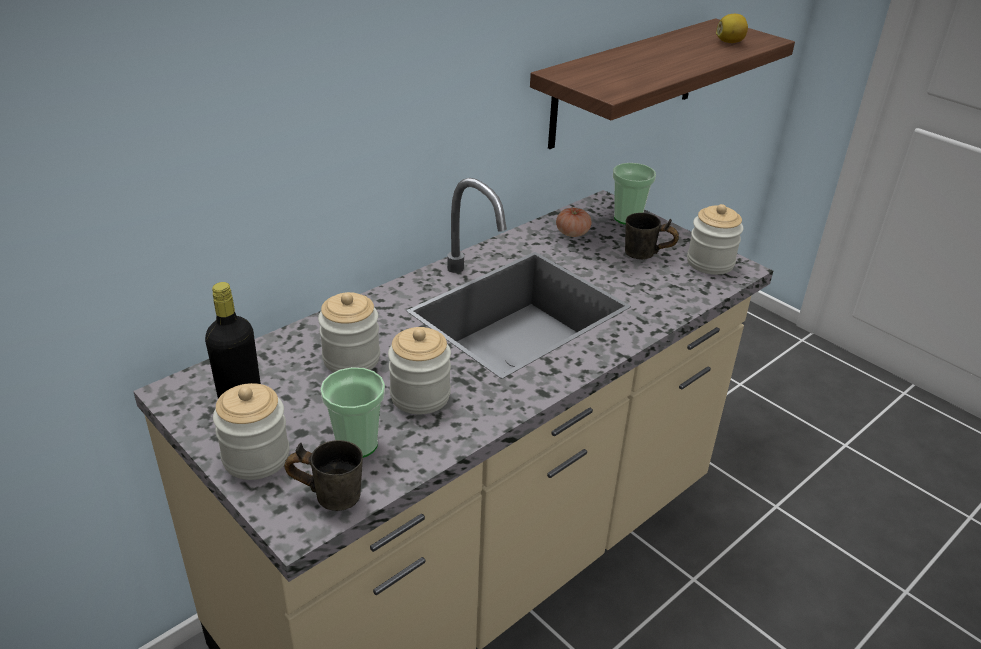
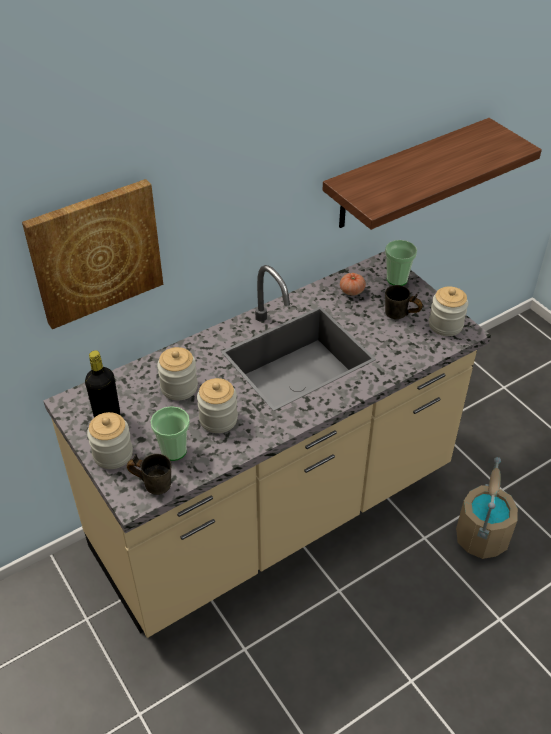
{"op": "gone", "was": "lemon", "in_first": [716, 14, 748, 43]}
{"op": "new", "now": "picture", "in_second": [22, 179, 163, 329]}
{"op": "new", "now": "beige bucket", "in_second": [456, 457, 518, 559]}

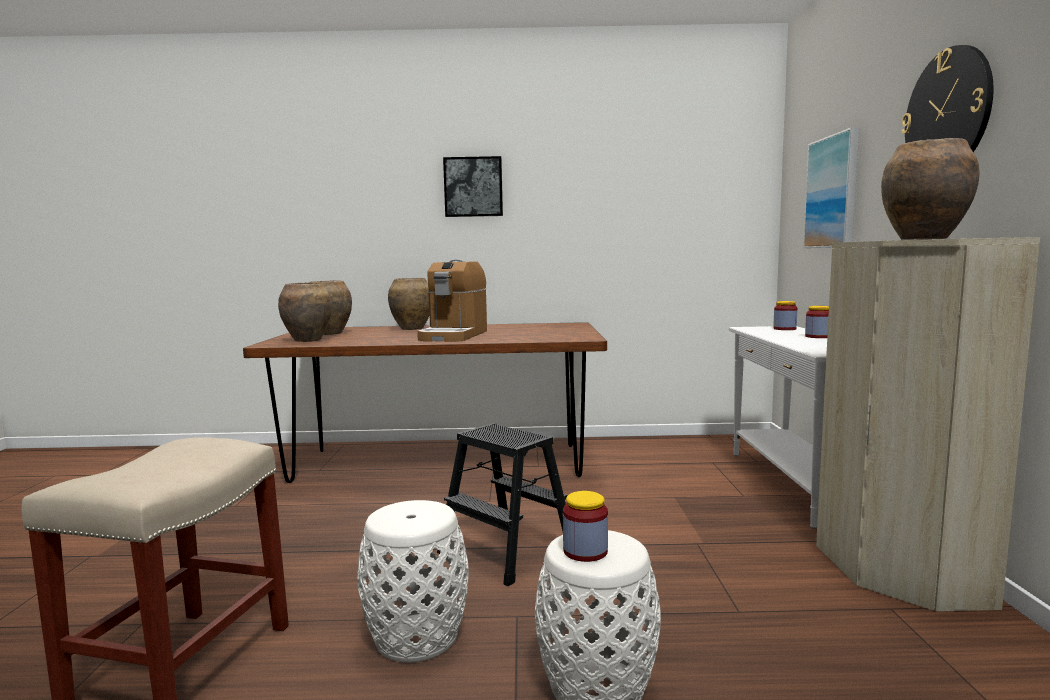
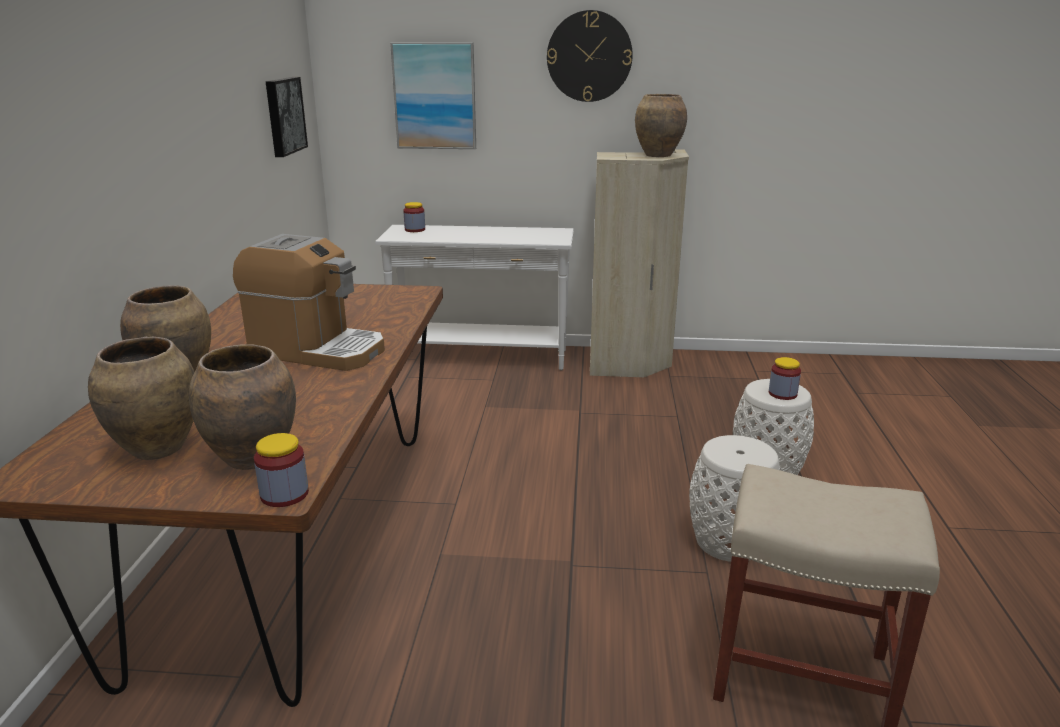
{"op": "gone", "was": "black step ladder", "in_first": [437, 423, 568, 586]}
{"op": "shifted", "was": "picture", "in_first": [443, 156, 503, 217], "in_second": [266, 77, 308, 157]}
{"op": "shifted", "was": "jar", "in_first": [805, 306, 829, 338], "in_second": [254, 433, 309, 507]}

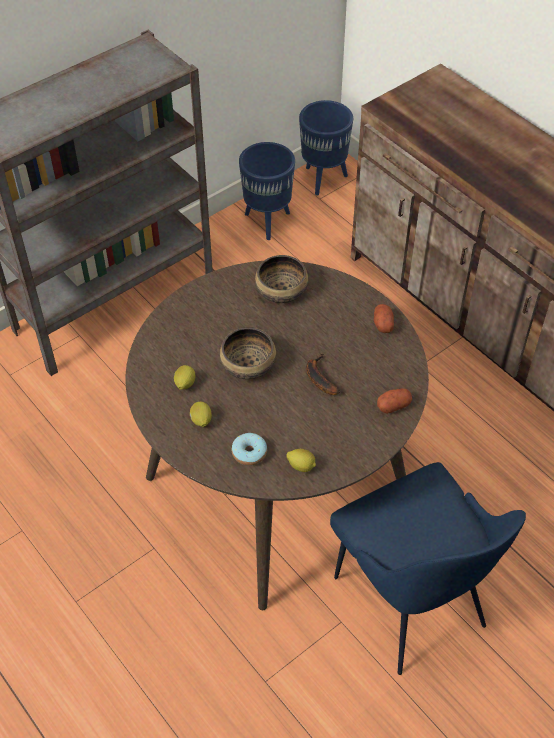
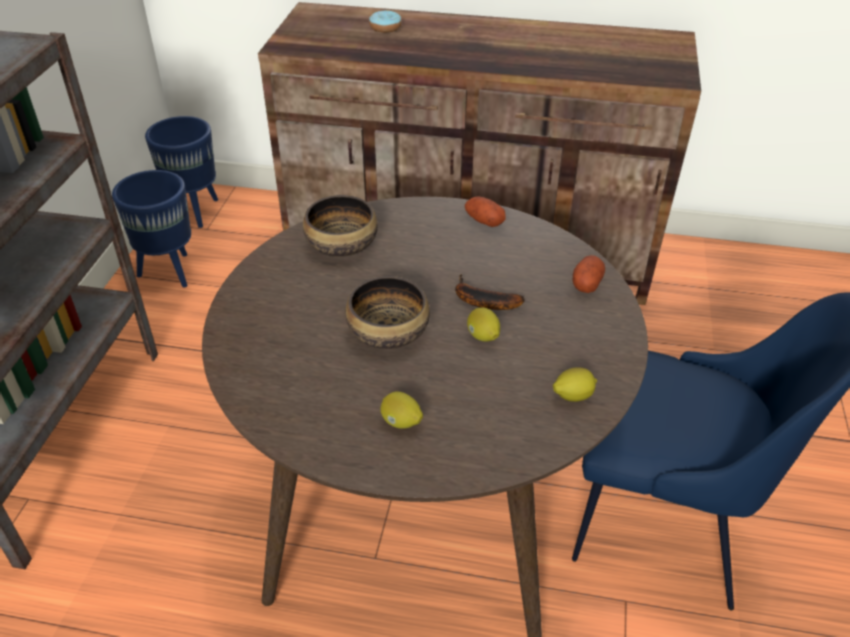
{"op": "shifted", "was": "lemon", "in_first": [174, 365, 195, 390], "in_second": [467, 307, 500, 342]}
{"op": "shifted", "was": "donut", "in_first": [232, 433, 267, 466], "in_second": [369, 10, 402, 33]}

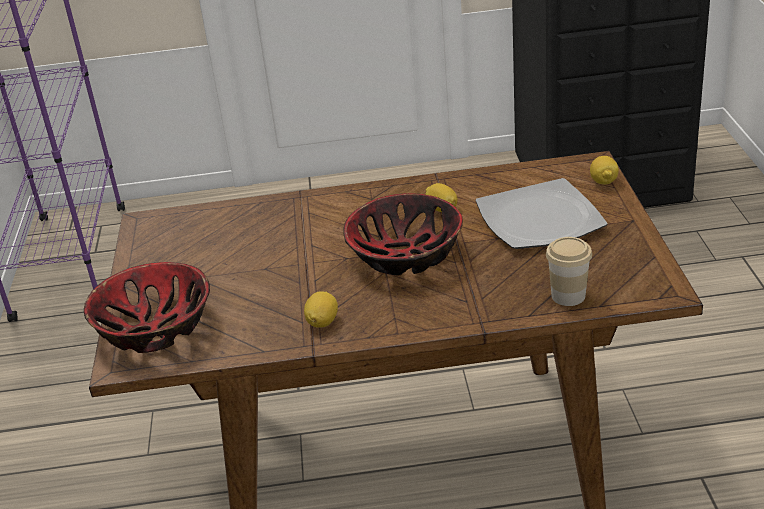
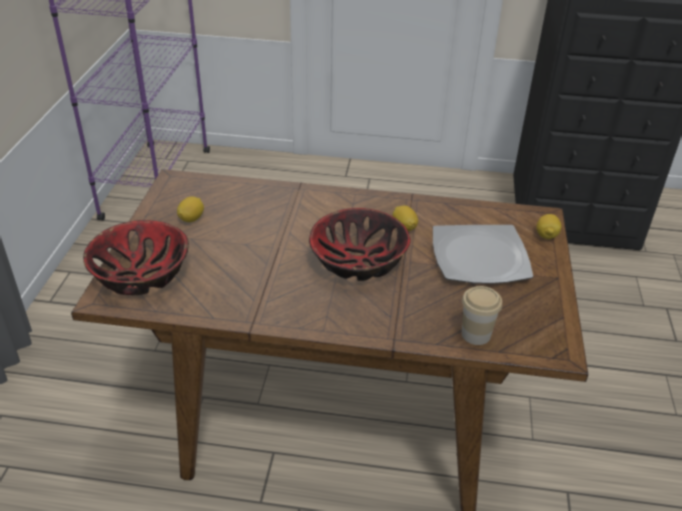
{"op": "shifted", "was": "lemon", "in_first": [304, 291, 338, 328], "in_second": [177, 196, 204, 222]}

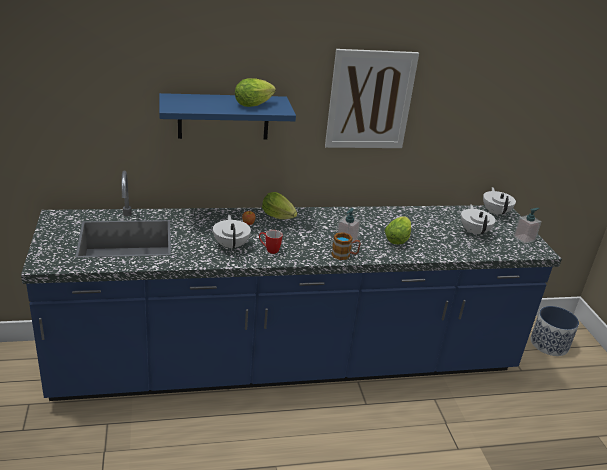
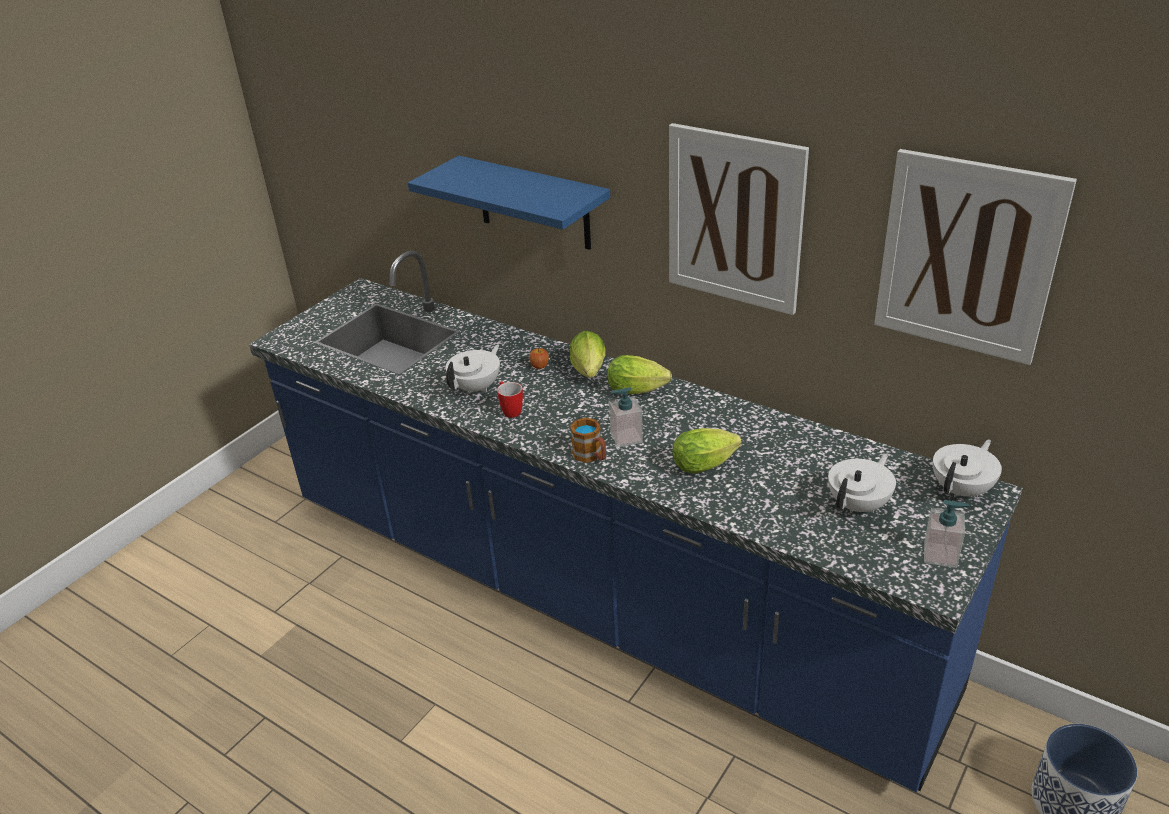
{"op": "shifted", "was": "lettuce", "in_first": [235, 78, 276, 107], "in_second": [607, 355, 672, 394]}
{"op": "new", "now": "picture", "in_second": [874, 149, 1077, 365]}

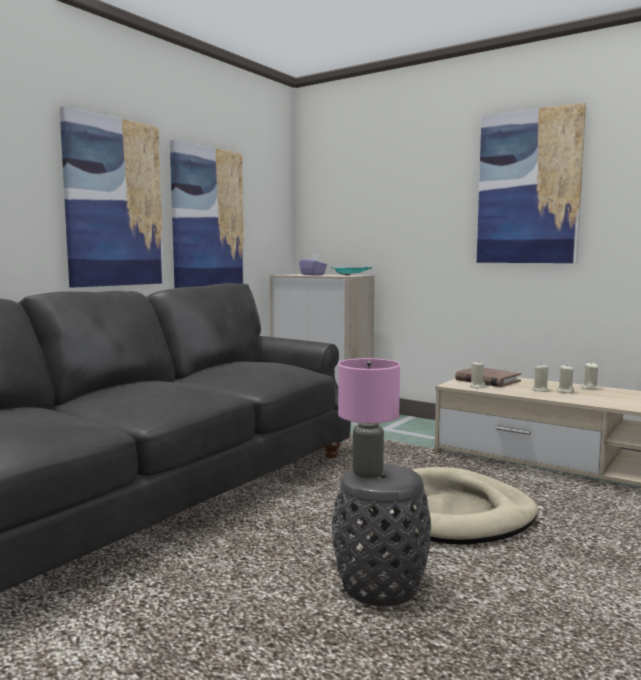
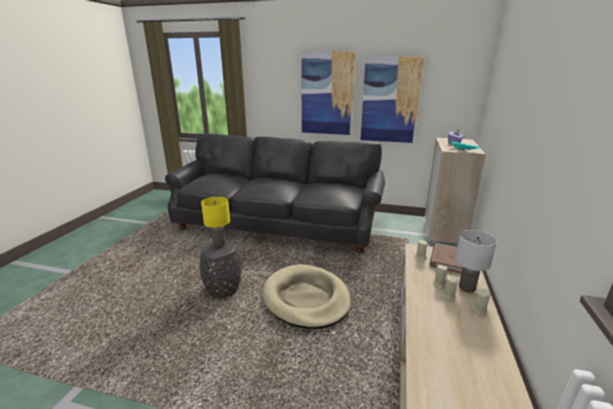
{"op": "repainted", "was": "pink table lamp", "now": "yellow table lamp", "in_first": [338, 358, 400, 478], "in_second": [201, 197, 230, 247]}
{"op": "gone", "was": "picture", "in_first": [477, 102, 586, 263]}
{"op": "new", "now": "white table lamp", "in_second": [456, 230, 497, 293]}

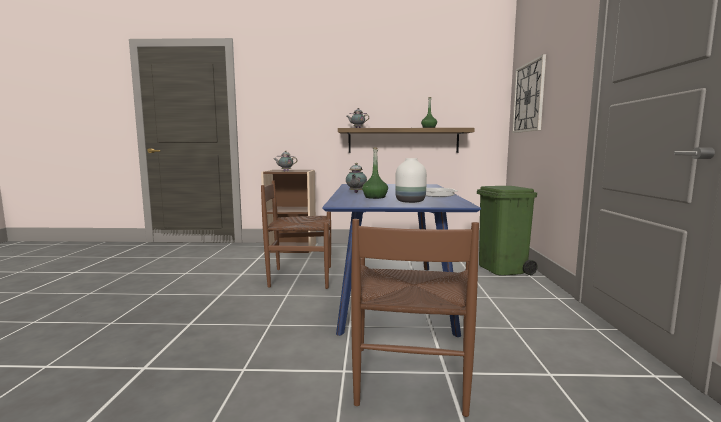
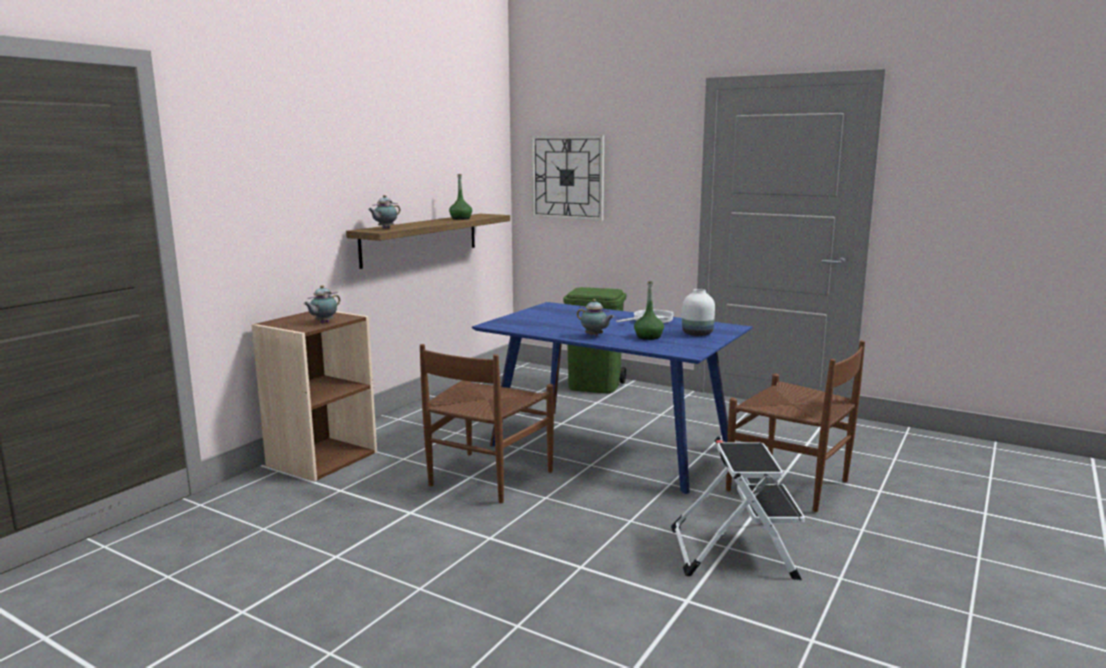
{"op": "new", "now": "step ladder", "in_second": [671, 436, 805, 580]}

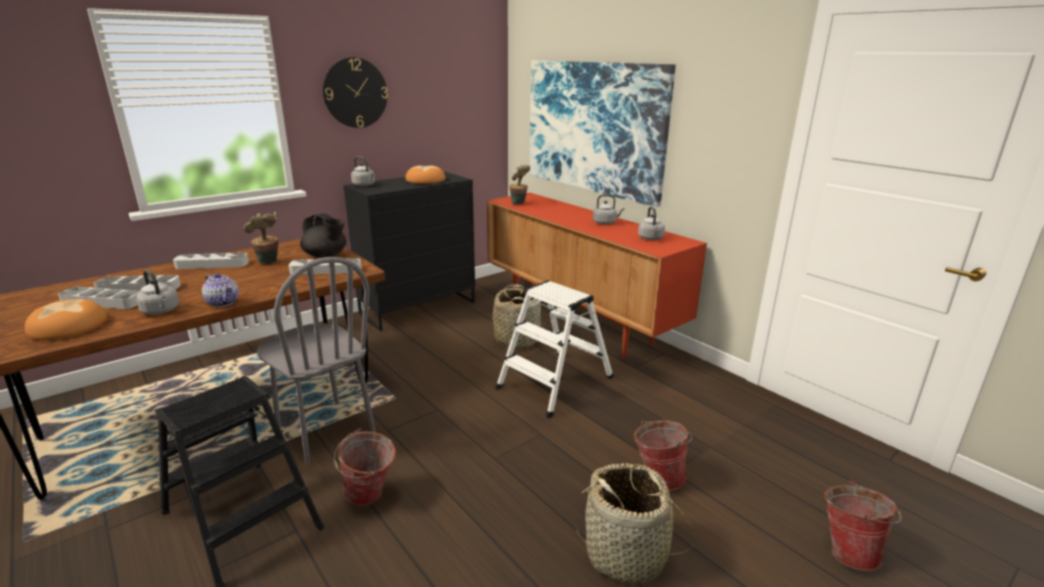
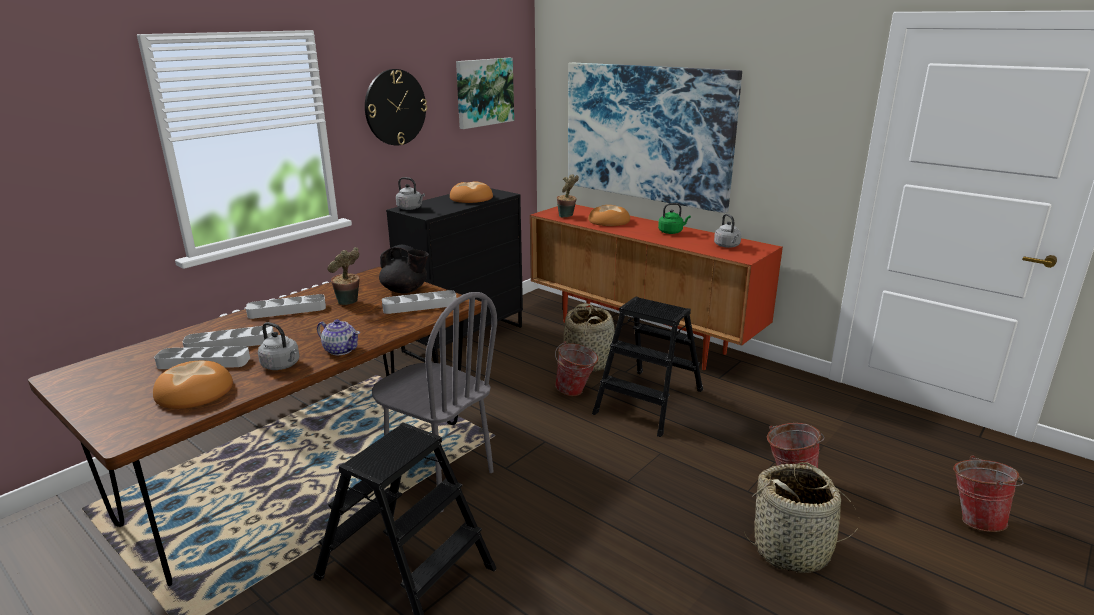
{"op": "shifted", "was": "bucket", "in_first": [334, 428, 396, 506], "in_second": [555, 341, 598, 396]}
{"op": "repainted", "was": "white step ladder", "now": "black step ladder", "in_first": [495, 280, 614, 418], "in_second": [592, 296, 703, 437]}
{"op": "repainted", "was": "grey kettle", "now": "green kettle", "in_first": [593, 194, 625, 225], "in_second": [658, 203, 691, 234]}
{"op": "new", "now": "picture", "in_second": [456, 58, 514, 129]}
{"op": "new", "now": "bread", "in_second": [588, 205, 630, 226]}

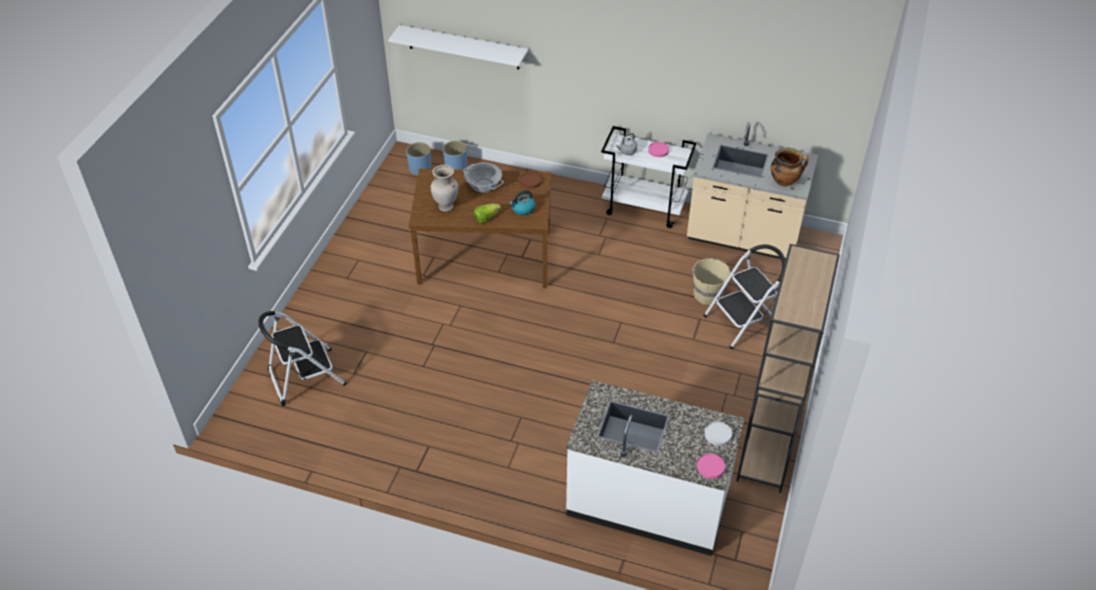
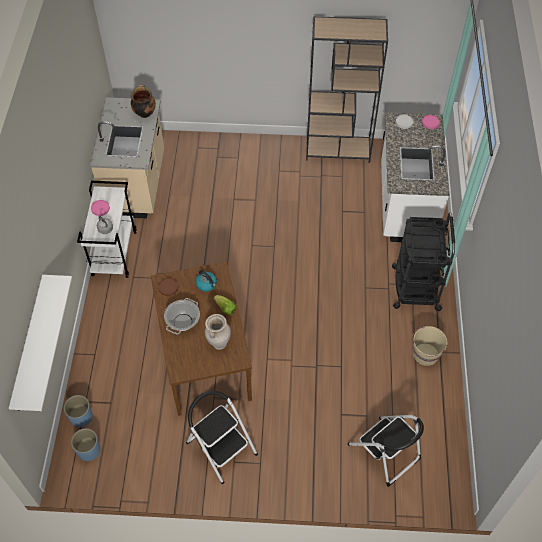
{"op": "shifted", "was": "beige bucket", "in_first": [692, 258, 731, 305], "in_second": [412, 326, 447, 366]}
{"op": "shifted", "was": "step ladder", "in_first": [703, 245, 786, 349], "in_second": [186, 391, 258, 484]}
{"op": "new", "now": "black cart", "in_second": [392, 212, 455, 311]}

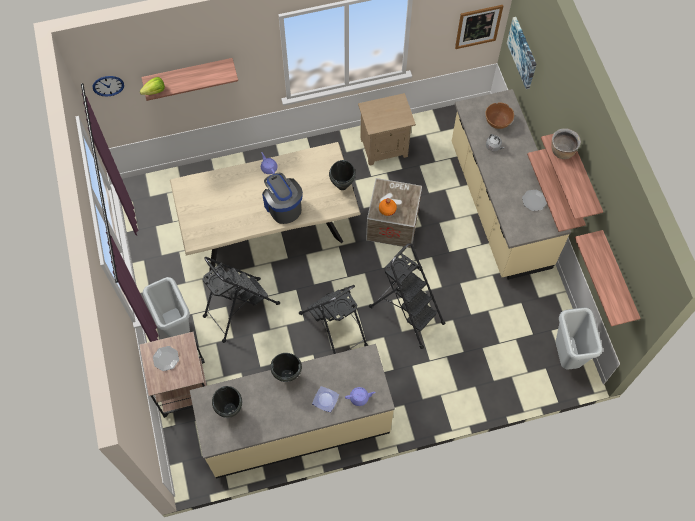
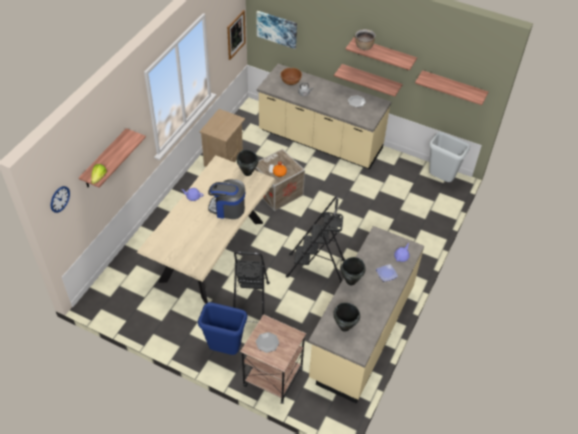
{"op": "repainted", "was": "grey trash can", "now": "blue trash can", "in_first": [143, 277, 190, 337], "in_second": [198, 302, 247, 355]}
{"op": "gone", "was": "step ladder", "in_first": [369, 243, 445, 349]}

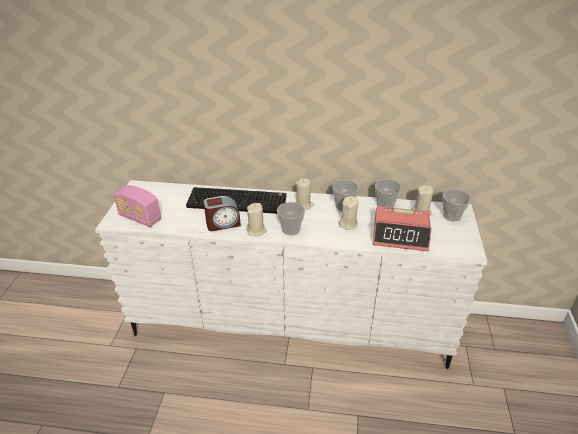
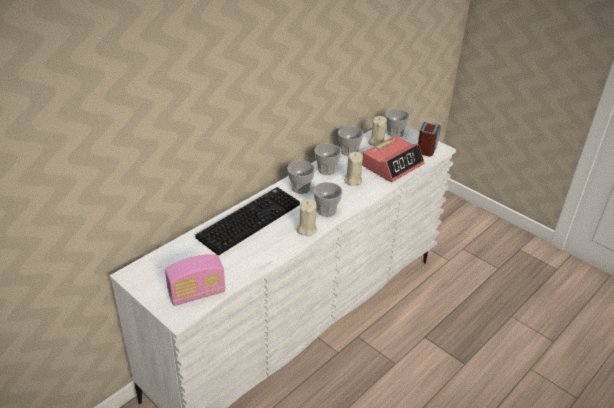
{"op": "shifted", "was": "alarm clock", "in_first": [203, 196, 241, 231], "in_second": [418, 122, 441, 156]}
{"op": "swapped", "was": "beige candle", "now": "cup", "in_first": [295, 178, 314, 210], "in_second": [287, 161, 315, 194]}

